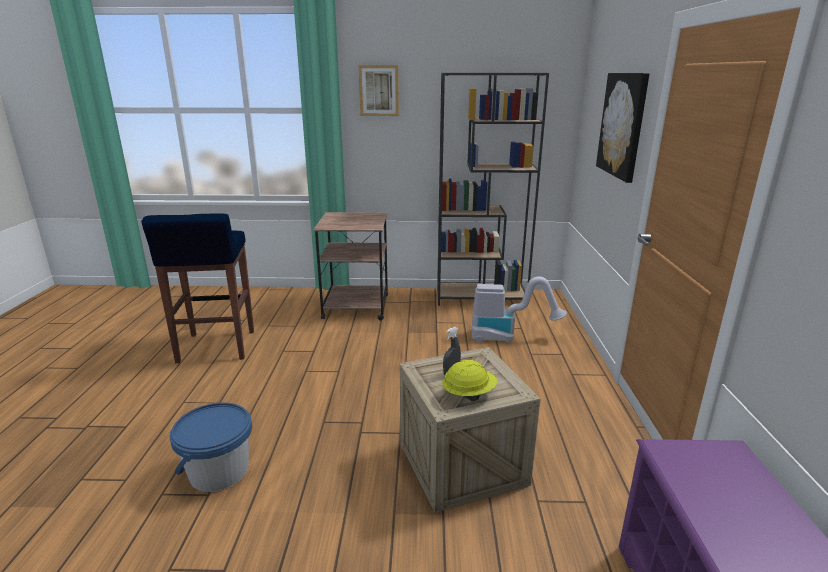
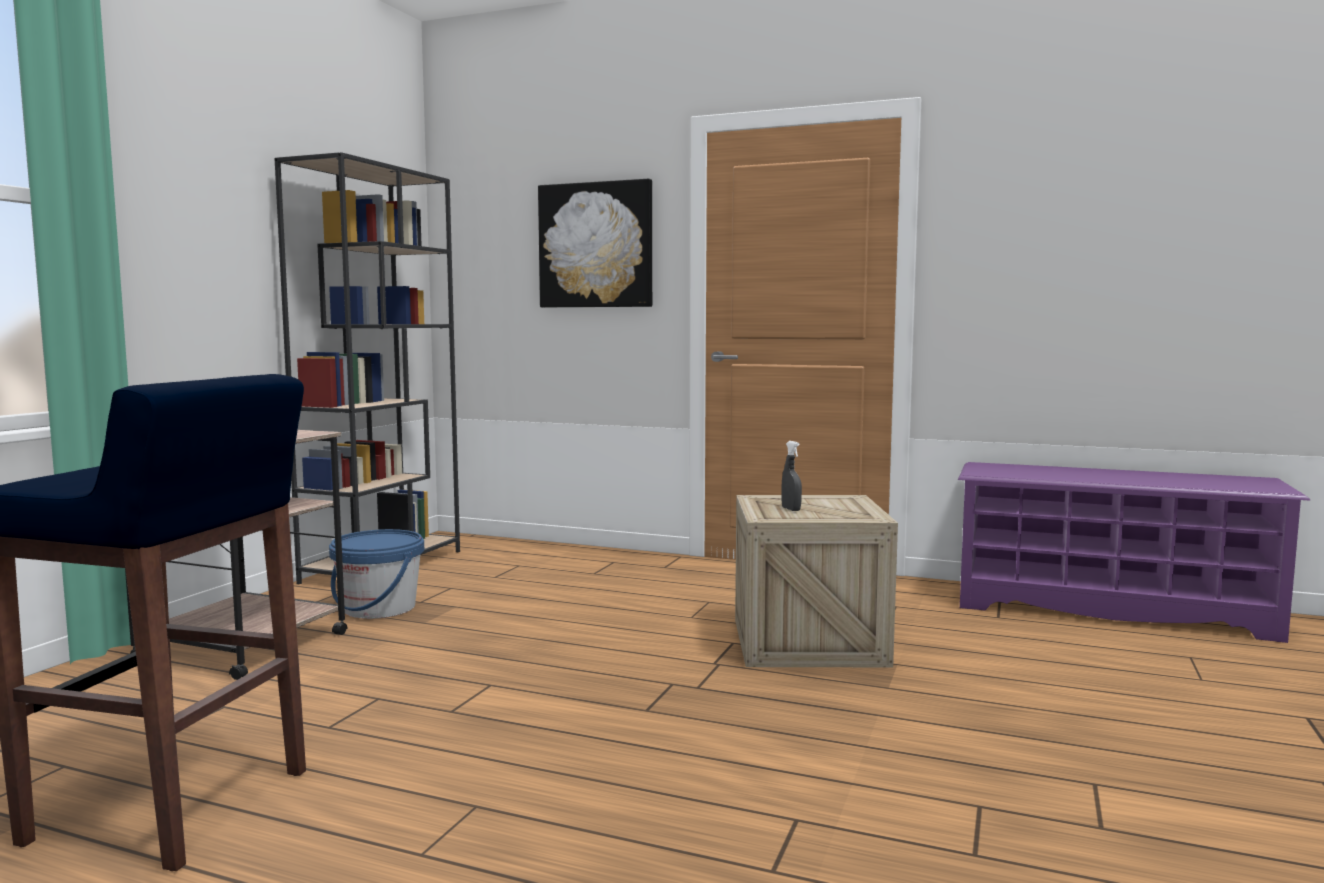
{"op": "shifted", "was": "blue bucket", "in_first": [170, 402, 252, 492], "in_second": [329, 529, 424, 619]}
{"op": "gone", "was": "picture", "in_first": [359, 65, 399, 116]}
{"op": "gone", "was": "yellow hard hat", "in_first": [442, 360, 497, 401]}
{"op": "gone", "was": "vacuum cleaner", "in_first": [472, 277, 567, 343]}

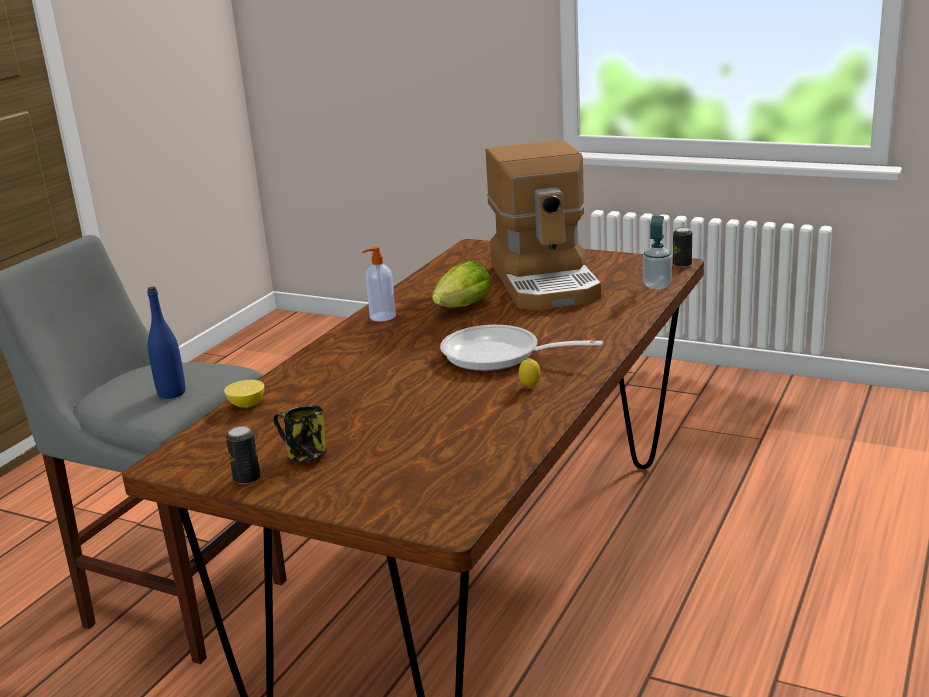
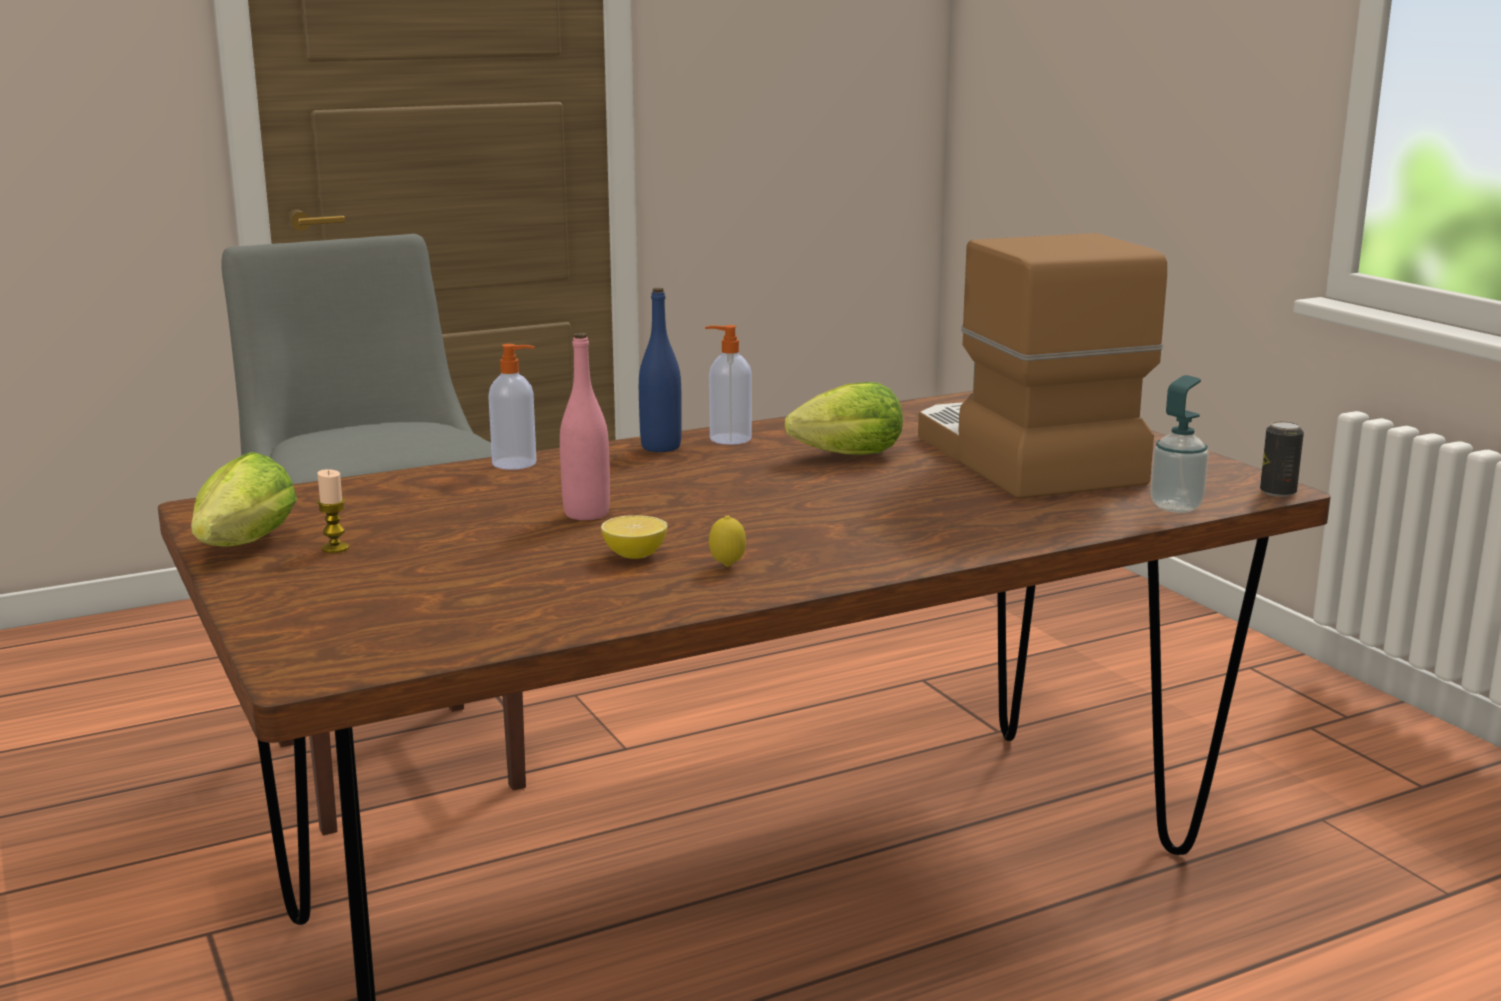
{"op": "shifted", "was": "blue bottle", "in_first": [147, 287, 185, 399], "in_second": [639, 288, 682, 452]}
{"op": "shifted", "was": "lemon", "in_first": [224, 380, 264, 408], "in_second": [601, 515, 668, 559]}
{"op": "swapped", "was": "can", "now": "lettuce", "in_first": [226, 426, 260, 484], "in_second": [191, 452, 297, 547]}
{"op": "swapped", "was": "mug", "now": "candle", "in_first": [273, 405, 327, 463], "in_second": [317, 469, 349, 553]}
{"op": "gone", "was": "frying pan", "in_first": [440, 325, 603, 371]}
{"op": "rotated", "was": "coffee machine", "in_first": [485, 140, 601, 311], "in_second": [918, 233, 1167, 499], "clockwise": 135}
{"op": "new", "now": "soap dispenser", "in_second": [488, 344, 536, 470]}
{"op": "new", "now": "pink bottle", "in_second": [560, 333, 610, 520]}

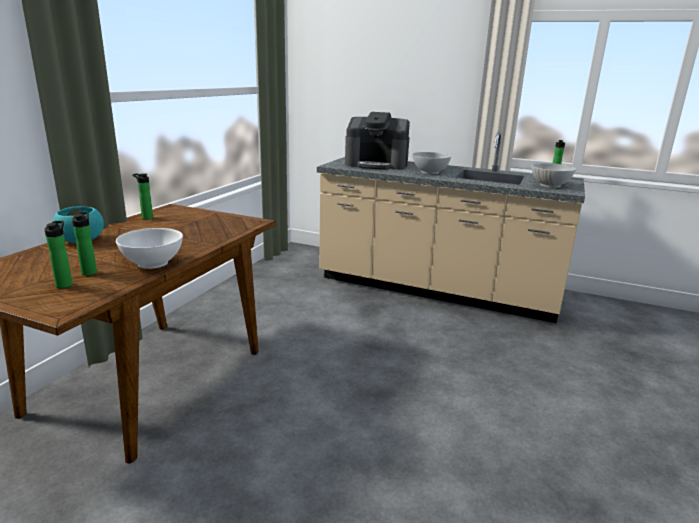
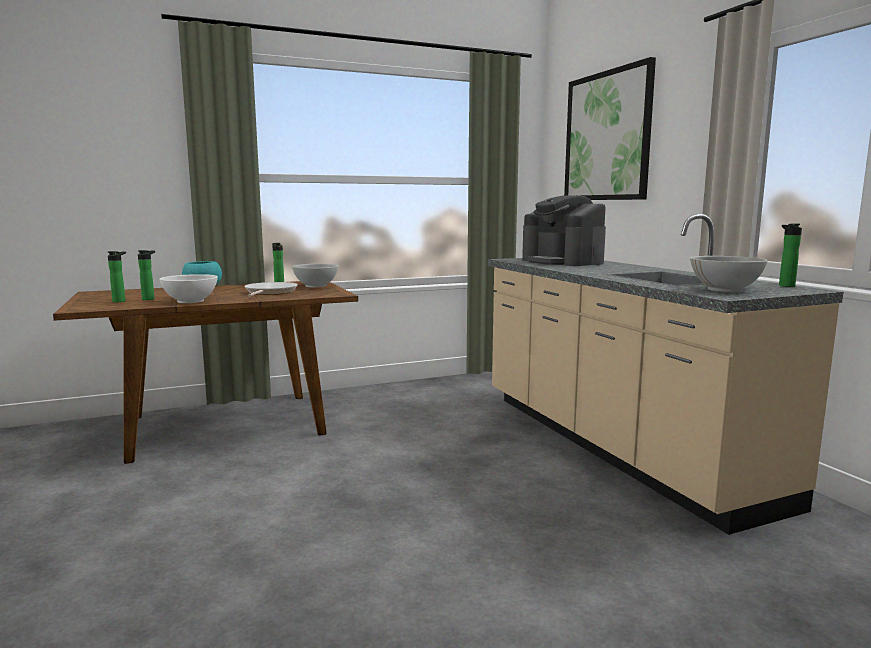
{"op": "shifted", "was": "white bowl", "in_first": [412, 152, 451, 174], "in_second": [292, 264, 338, 287]}
{"op": "new", "now": "frying pan", "in_second": [244, 282, 298, 296]}
{"op": "new", "now": "picture", "in_second": [564, 57, 656, 200]}

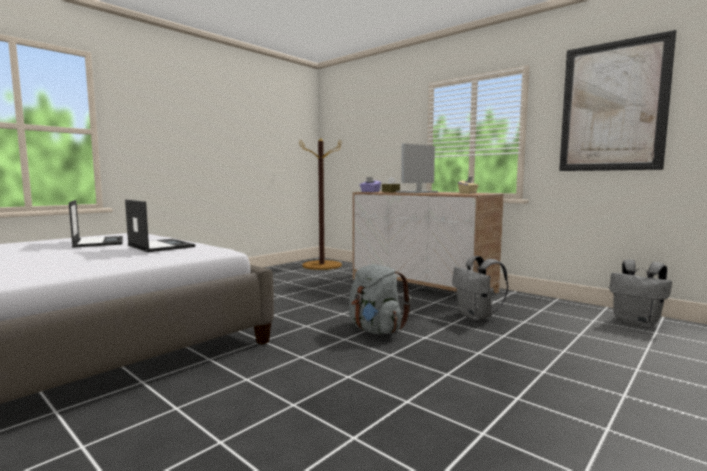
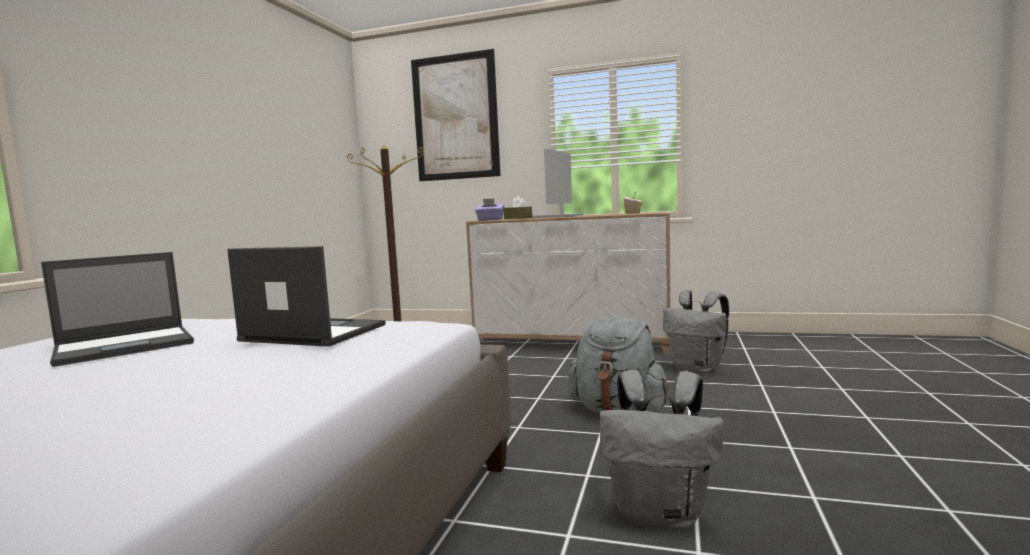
{"op": "rotated", "was": "laptop", "in_first": [69, 200, 123, 248], "in_second": [41, 252, 194, 367], "clockwise": 105}
{"op": "shifted", "was": "picture", "in_first": [559, 30, 676, 171], "in_second": [411, 49, 501, 181]}
{"op": "shifted", "was": "grey backpack", "in_first": [610, 259, 672, 328], "in_second": [600, 370, 724, 529]}

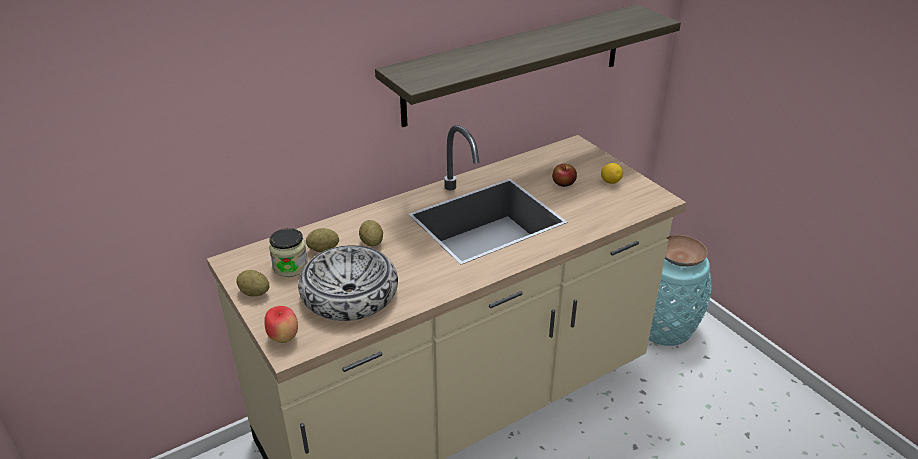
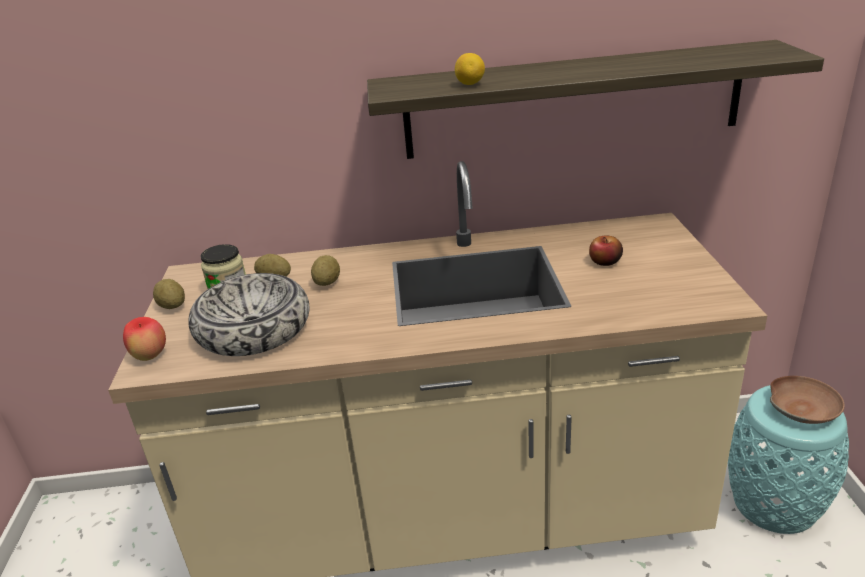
{"op": "shifted", "was": "lemon", "in_first": [601, 163, 623, 184], "in_second": [455, 53, 485, 85]}

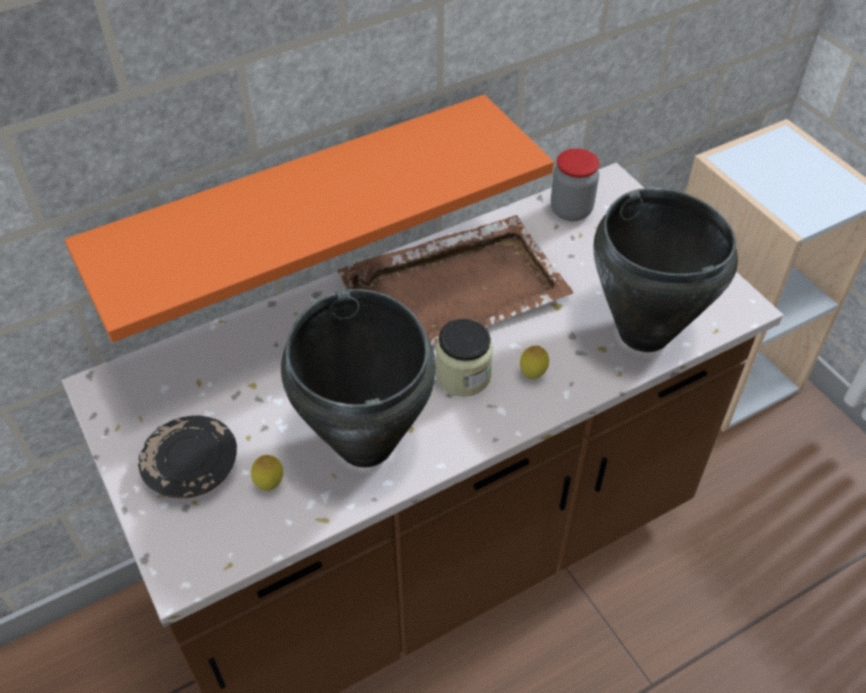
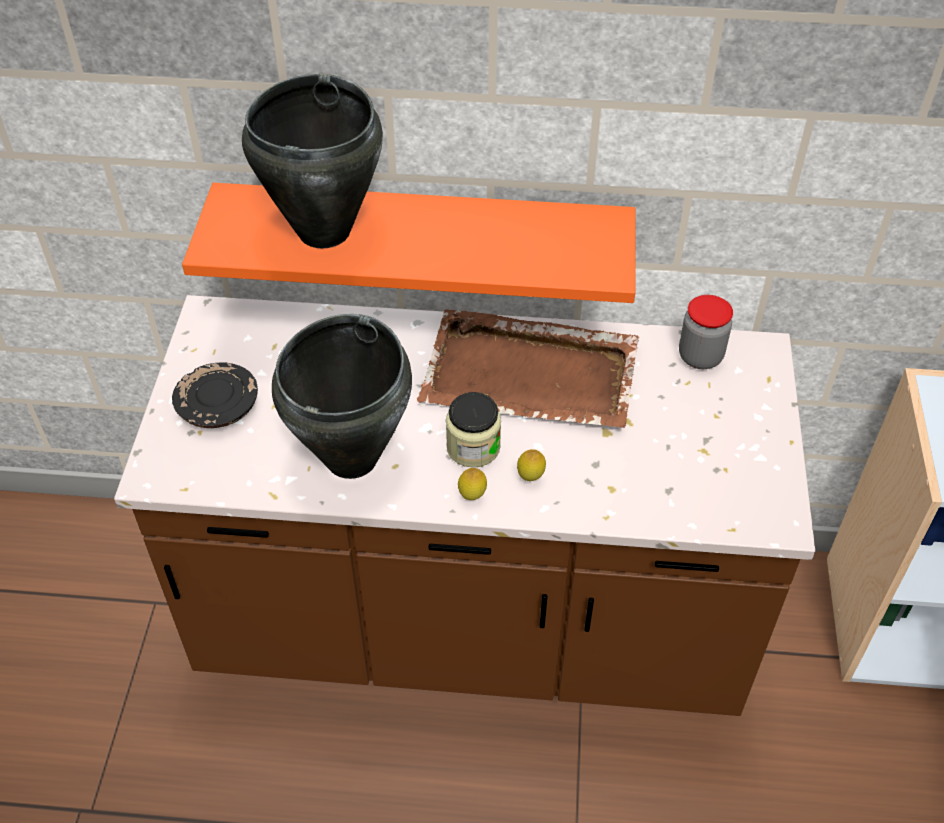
{"op": "shifted", "was": "lemon", "in_first": [251, 455, 283, 491], "in_second": [458, 468, 487, 500]}
{"op": "shifted", "was": "black cooking pot", "in_first": [593, 188, 738, 352], "in_second": [242, 74, 383, 248]}

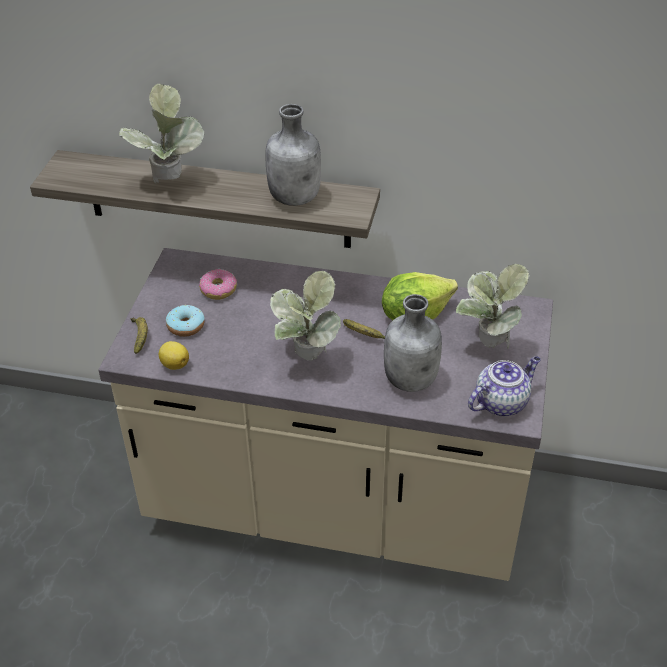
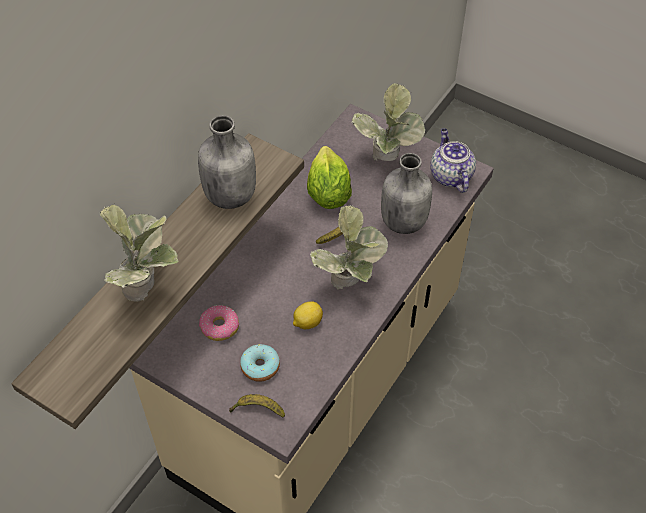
{"op": "shifted", "was": "lemon", "in_first": [159, 341, 189, 370], "in_second": [293, 301, 323, 329]}

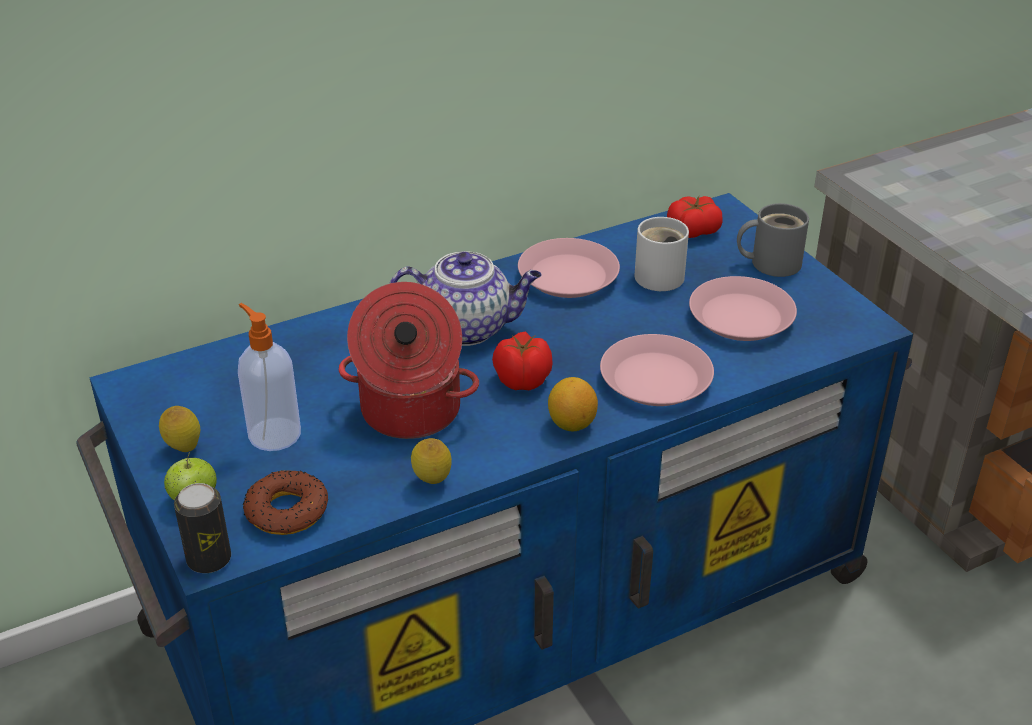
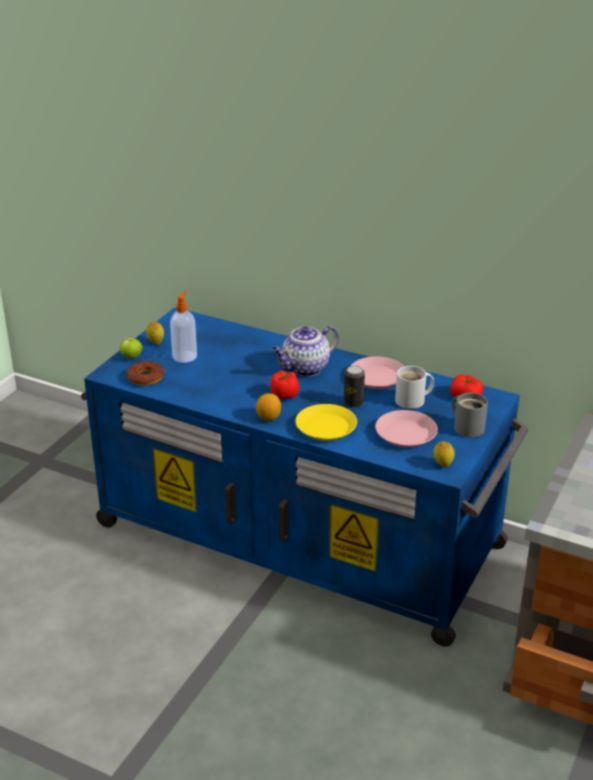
{"op": "shifted", "was": "can", "in_first": [174, 483, 231, 573], "in_second": [344, 366, 365, 408]}
{"op": "gone", "was": "cooking pot", "in_first": [339, 282, 479, 439]}
{"op": "rotated", "was": "teapot", "in_first": [389, 251, 542, 346], "in_second": [272, 326, 339, 377], "clockwise": 90}
{"op": "shifted", "was": "lemon", "in_first": [411, 438, 452, 484], "in_second": [433, 441, 455, 467]}
{"op": "repainted", "was": "pink plate", "now": "yellow plate", "in_first": [600, 334, 714, 406], "in_second": [295, 404, 357, 441]}

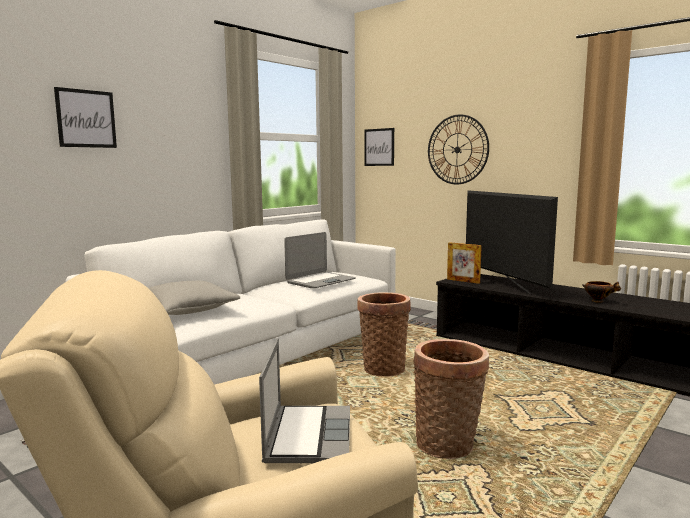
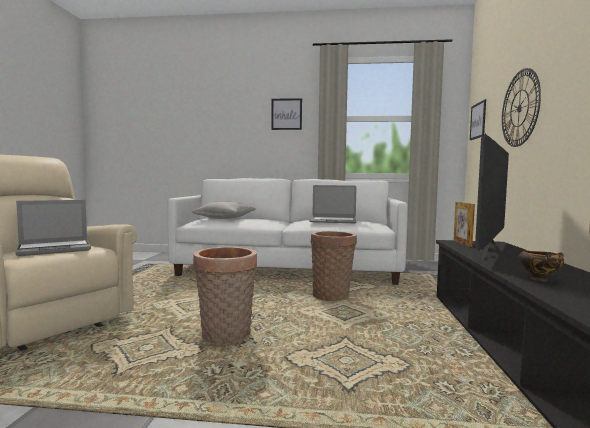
{"op": "shifted", "was": "picture", "in_first": [54, 87, 117, 148], "in_second": [271, 98, 302, 130]}

